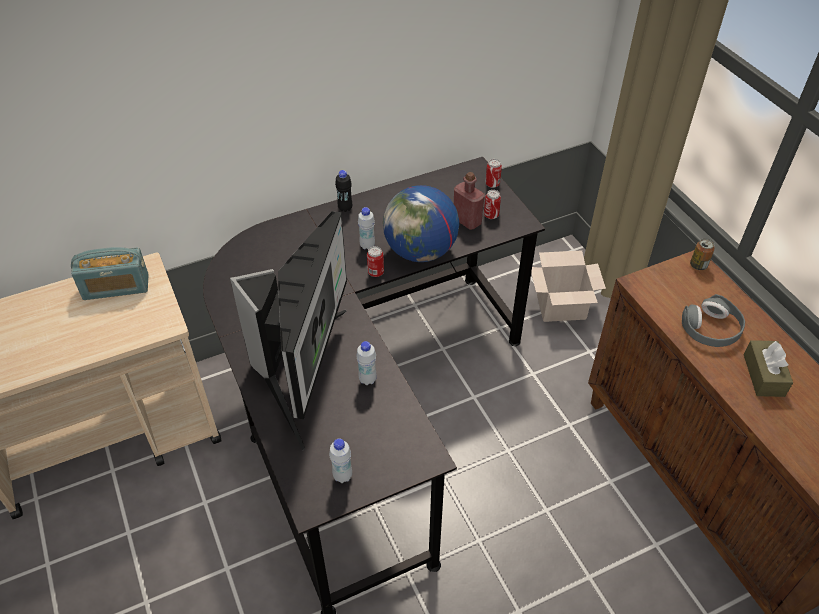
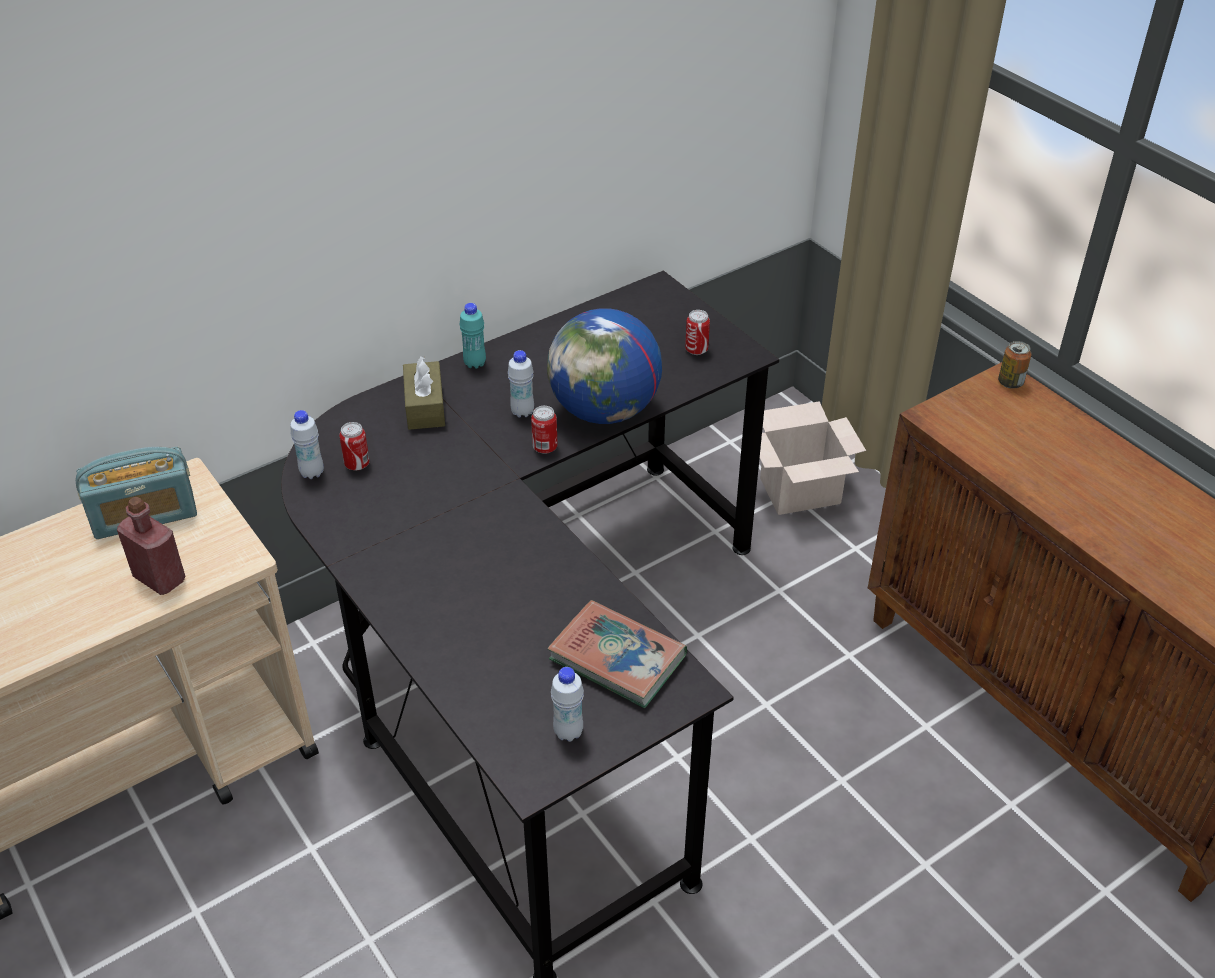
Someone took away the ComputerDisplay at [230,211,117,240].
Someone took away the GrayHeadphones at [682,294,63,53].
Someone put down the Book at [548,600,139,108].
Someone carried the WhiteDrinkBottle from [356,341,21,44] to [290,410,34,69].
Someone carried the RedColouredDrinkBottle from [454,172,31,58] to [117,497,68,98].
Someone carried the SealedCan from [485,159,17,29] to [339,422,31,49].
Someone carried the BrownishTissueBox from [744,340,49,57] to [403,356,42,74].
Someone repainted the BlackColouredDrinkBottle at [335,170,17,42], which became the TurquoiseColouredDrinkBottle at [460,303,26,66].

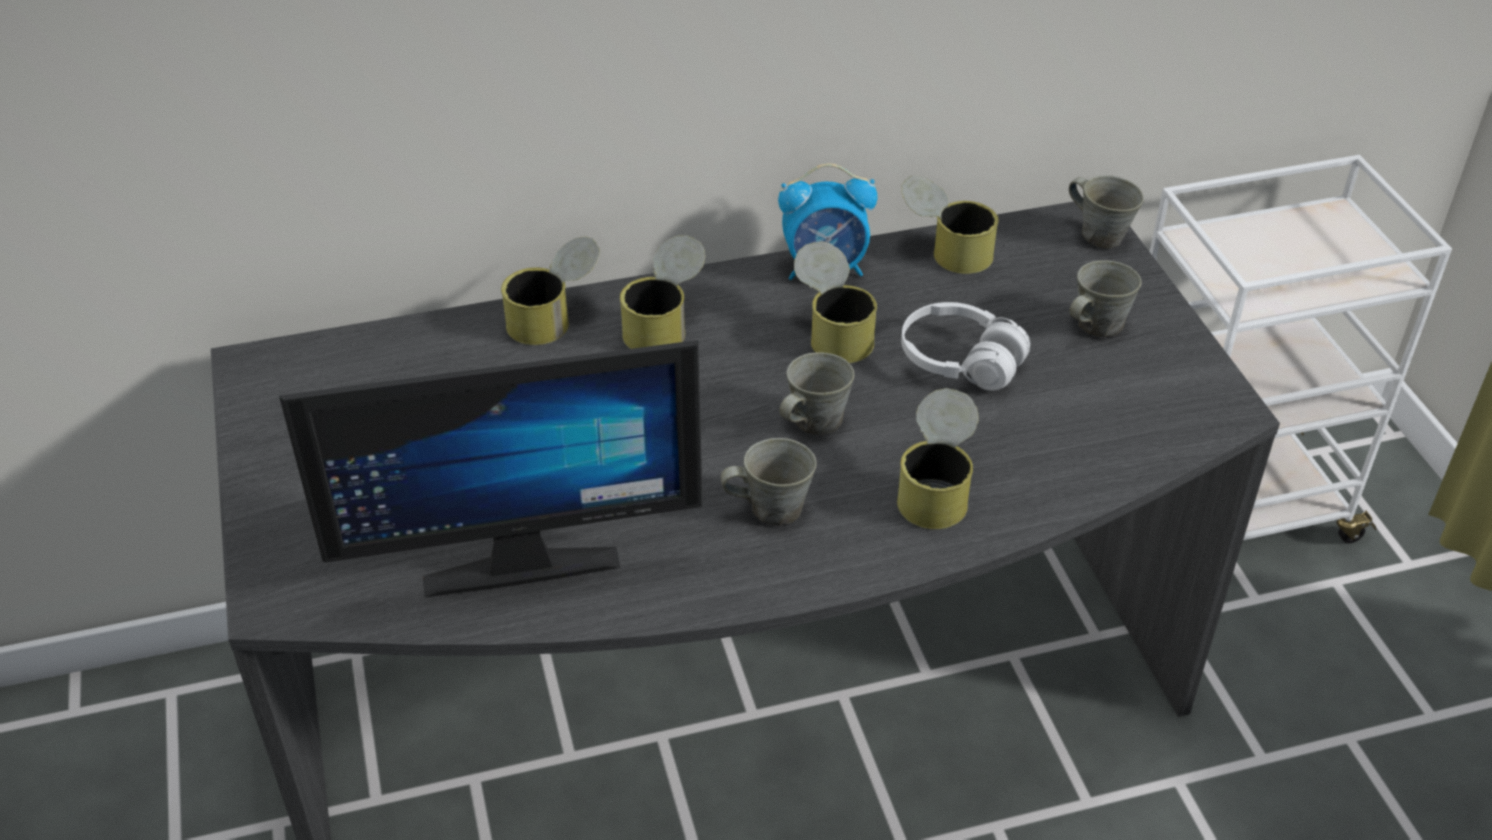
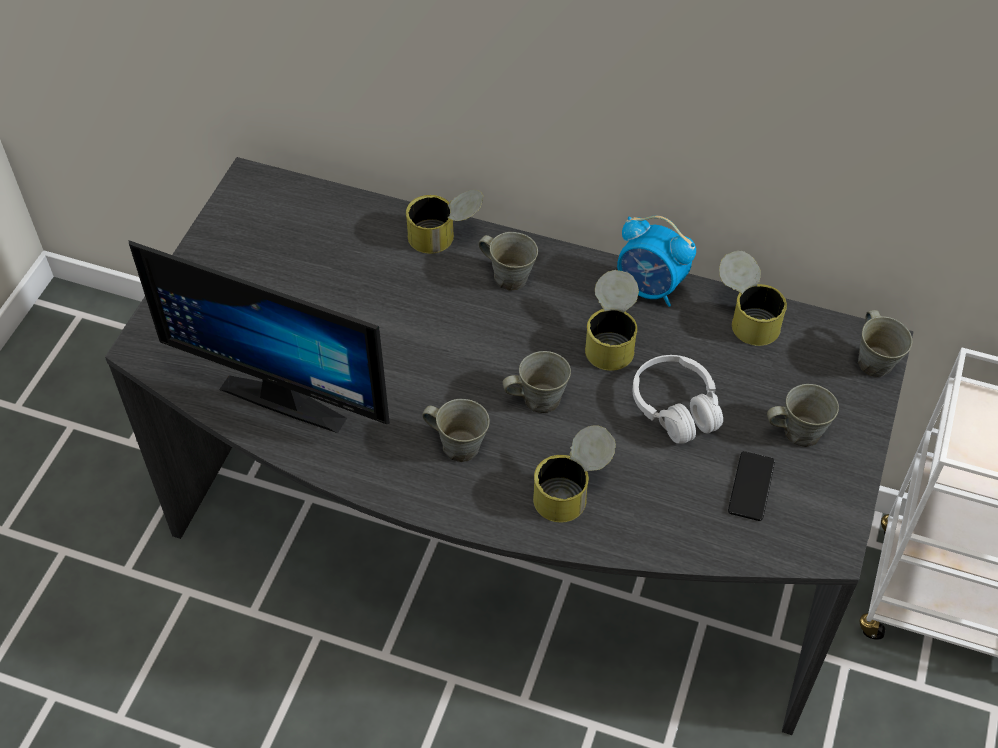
Someone put down the Telephone at [728,451,47,70].
Someone swapped the SealedCan at [620,235,85,114] for the GrayMug at [479,232,59,59].

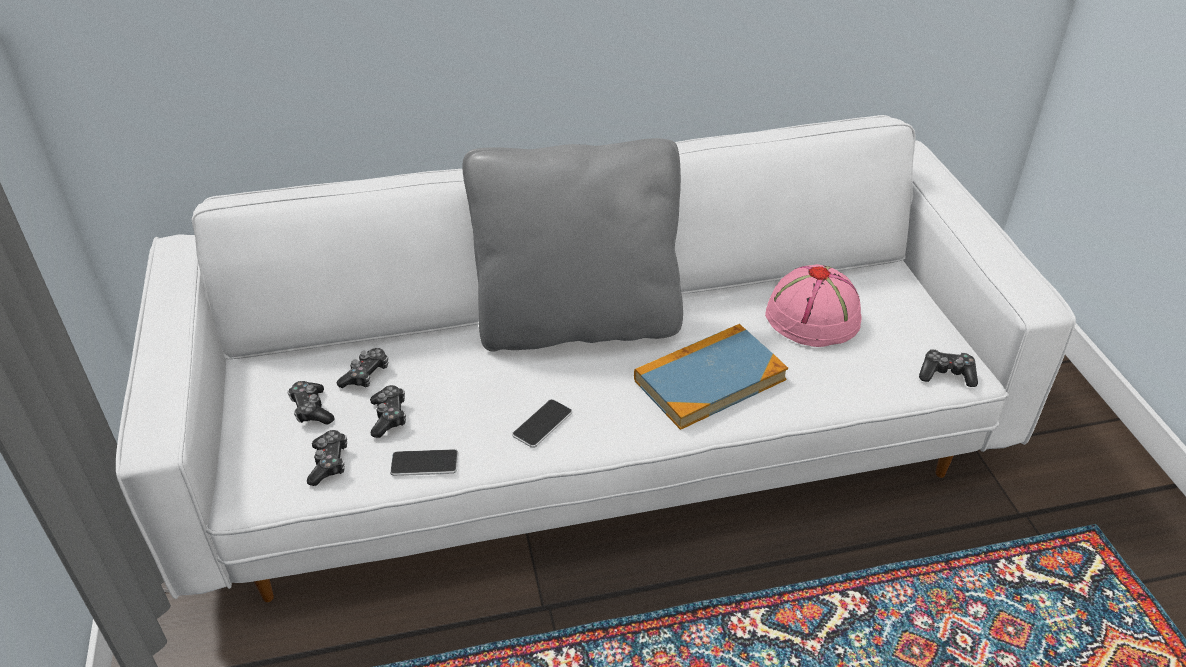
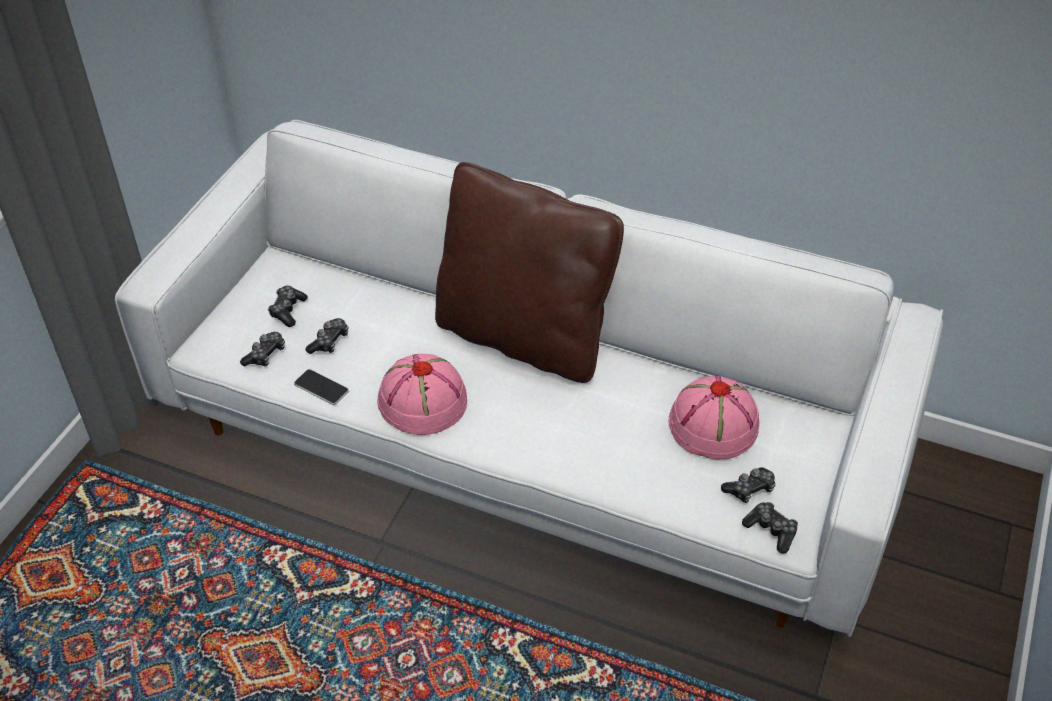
Someone took away the Book at [634,324,154,106].
Someone carried the GameController from [337,348,51,40] to [721,467,54,36].
Someone swapped the Telephone at [512,399,60,49] for the PinkishWearableHat at [377,354,90,81].
Someone repainted the GrayPillow at [463,138,220,214], which became the BrownishPillow at [435,162,189,221].

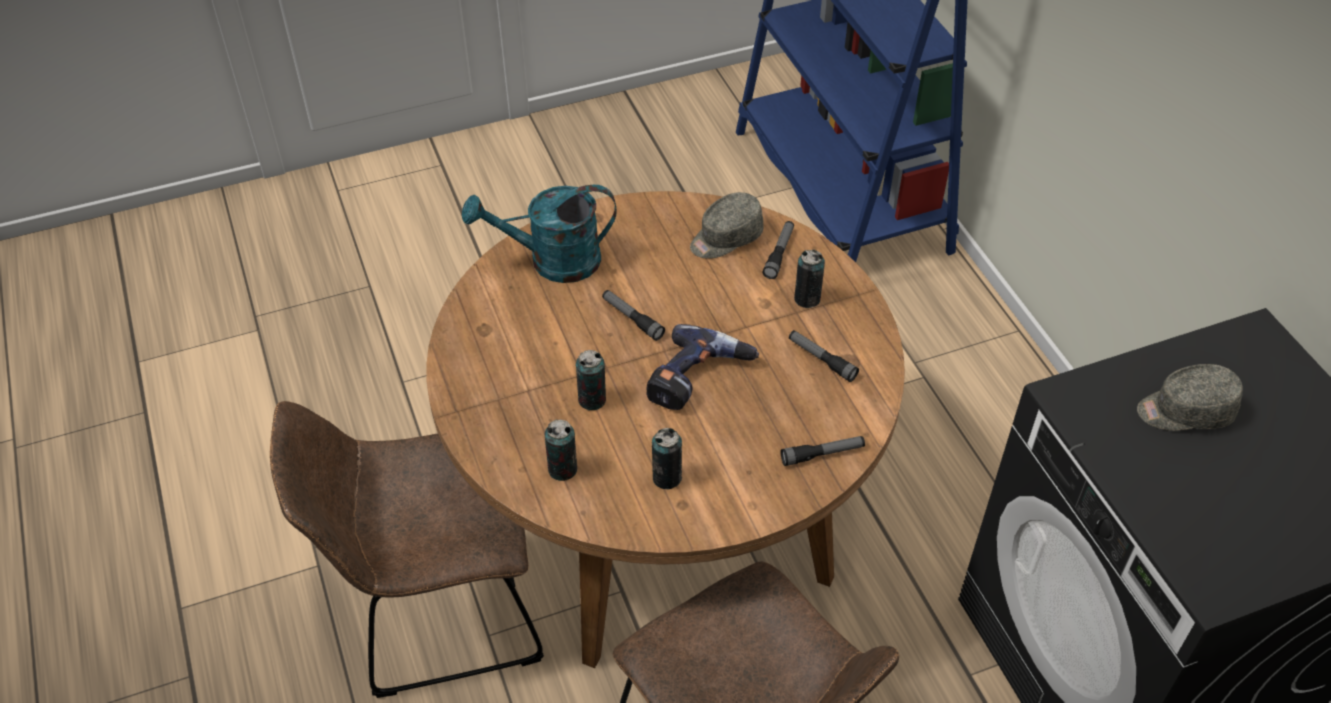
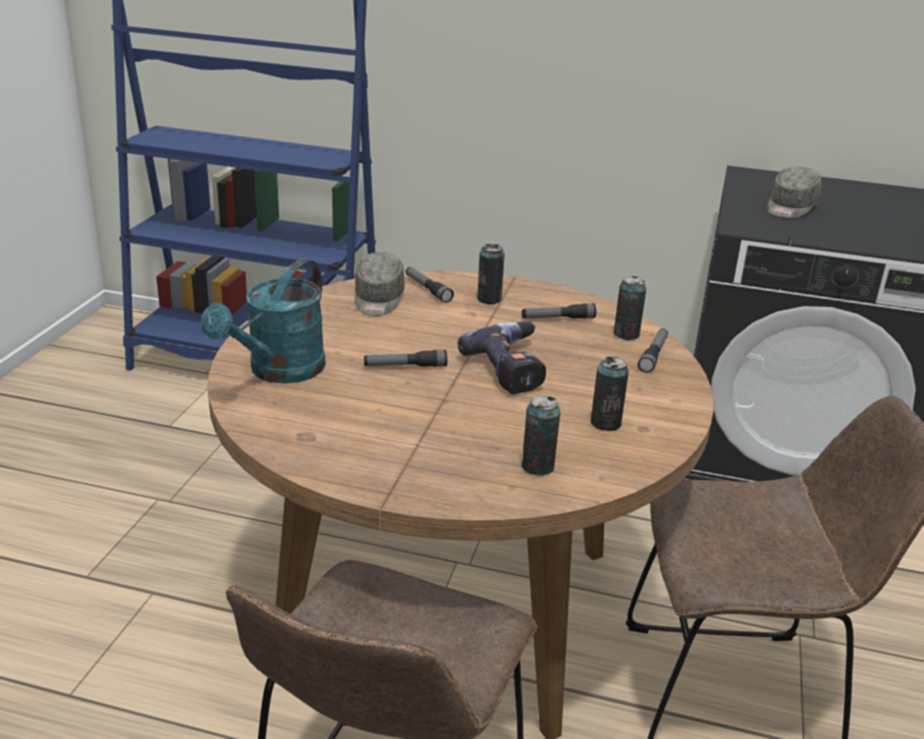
Someone carried the SealedCan from [575,350,31,60] to [614,276,32,64].

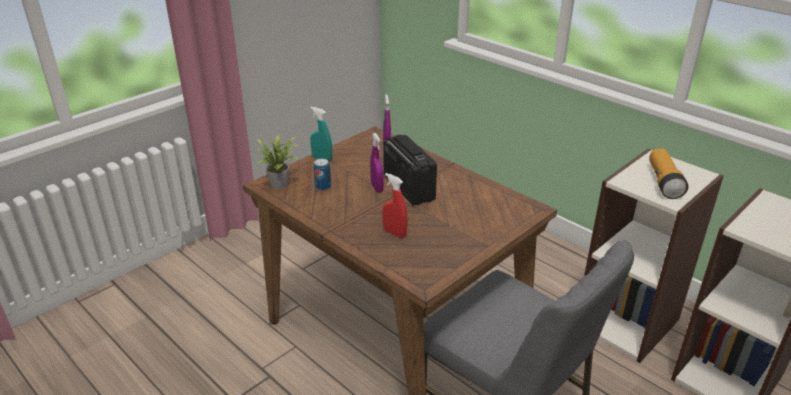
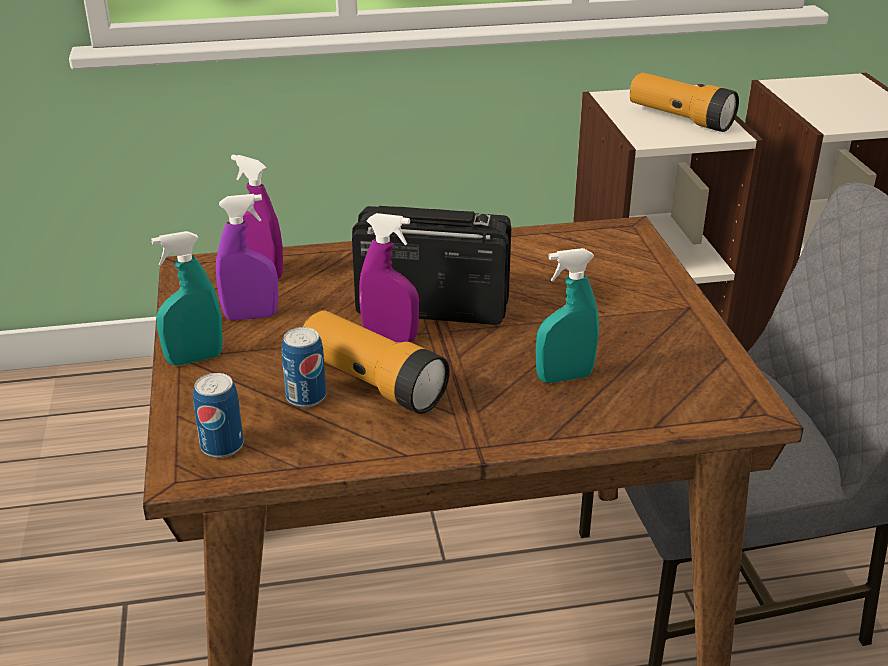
Someone put down the PurpleColouredSprayer at [216,194,63,127].
Someone put down the HandTorch at [303,310,147,104].
Someone swapped the Houseplant at [257,134,42,56] for the SealedCan at [193,373,51,85].
Someone repainted the RedColouredSprayer at [382,173,26,65], which became the TurquoiseColouredSprayer at [536,248,63,135].

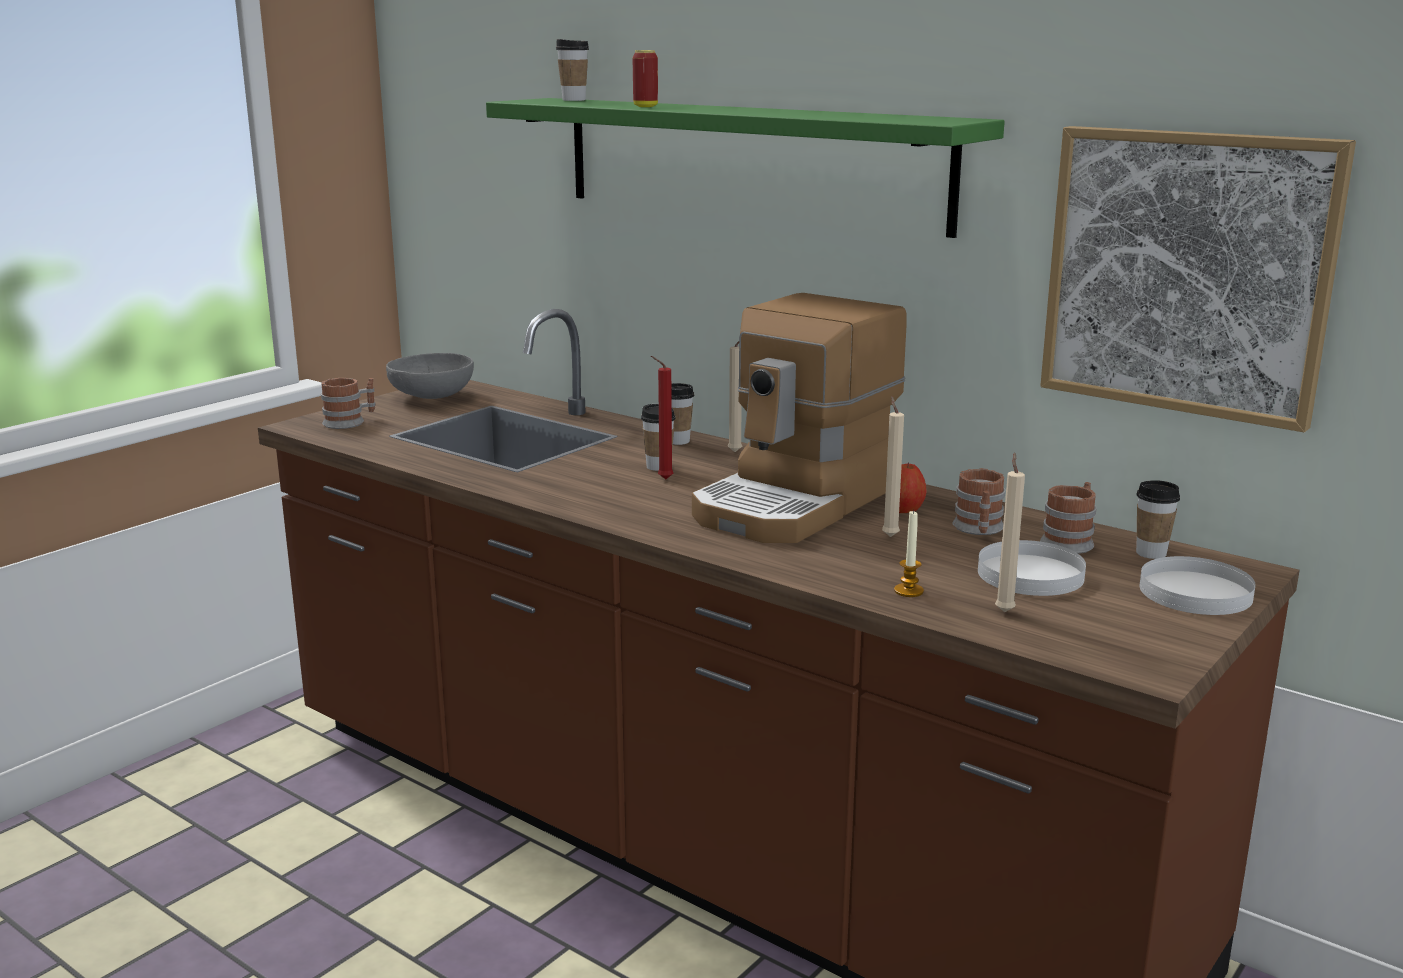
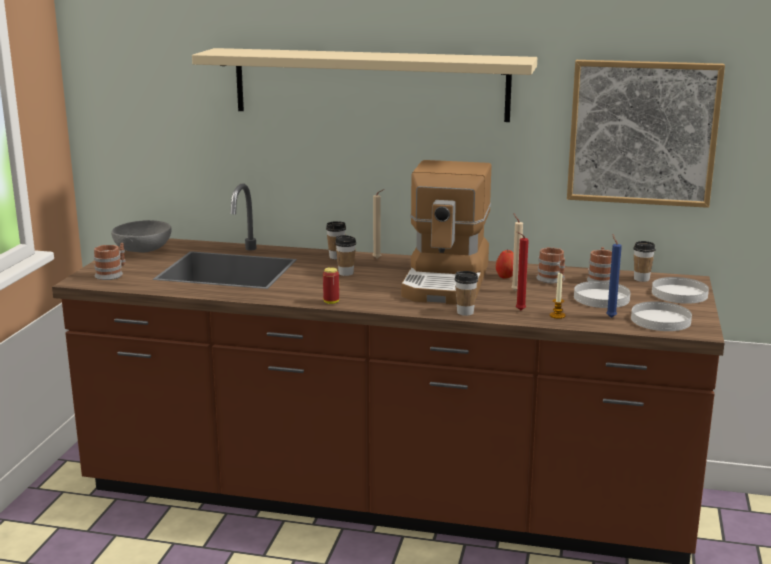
Someone put down the WhiteDinnerPlate at [631,302,61,29].
Someone carried the DrinkingCup from [556,39,33,62] to [455,271,23,45].
Someone carried the SealedCan from [633,50,25,57] to [323,267,16,37].
Someone carried the RedColouredCandle from [651,356,23,123] to [516,232,13,79].
Someone repainted the GreenishShelf at [486,98,519,140], which became the BeigeShelf at [192,48,345,74].
Someone repainted the BeigeCandle at [995,452,30,160], which became the BluishCandle at [606,234,16,84].

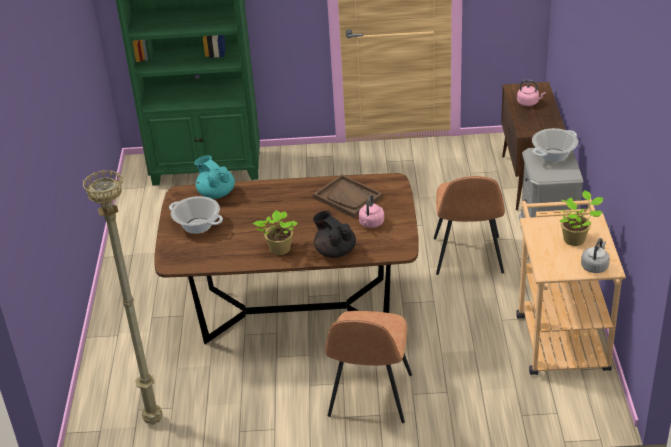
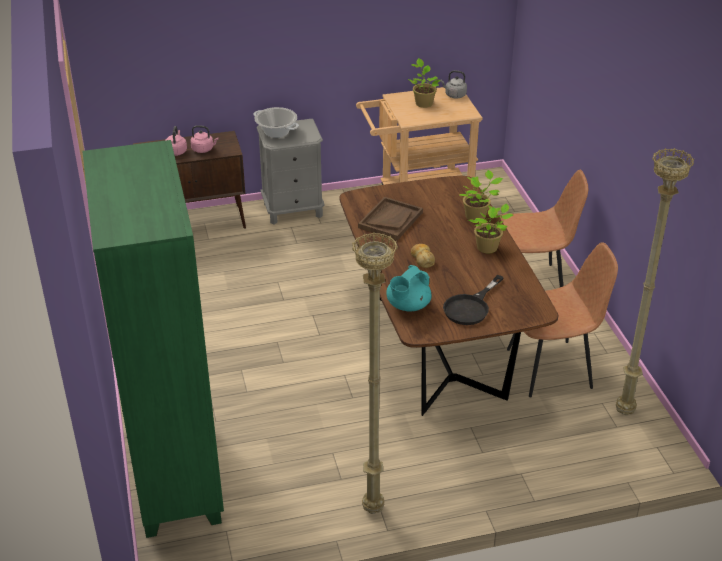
Someone put down the BeigeStandardLamp at [352,232,46,282].
Someone put down the Bread at [411,244,24,24].
Someone carried the PinkishKettle from [359,194,25,34] to [190,125,29,28].
Someone carried the BrownishUprightChair from [434,176,71,99] to [507,242,111,155].
Someone swapped the Stockpot at [169,196,54,38] for the BlackColouredPan at [443,275,61,50].
Someone swapped the BlackColouredTeaPot at [313,211,43,47] for the Houseplant at [459,170,44,52].

